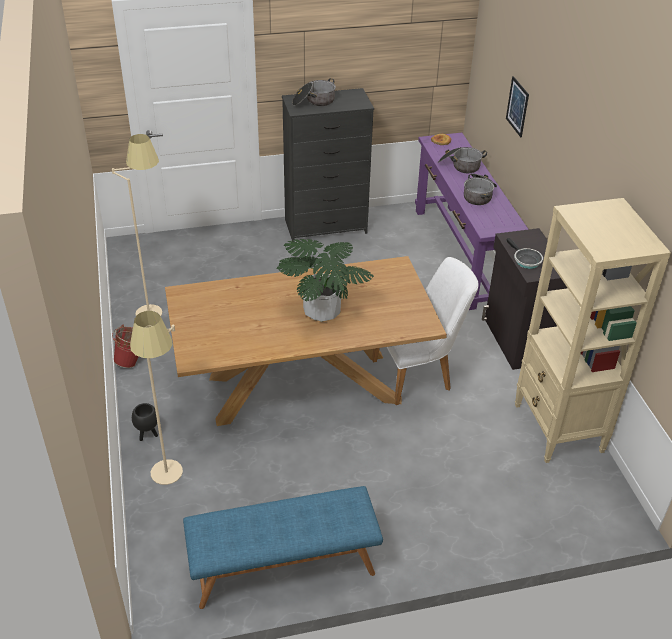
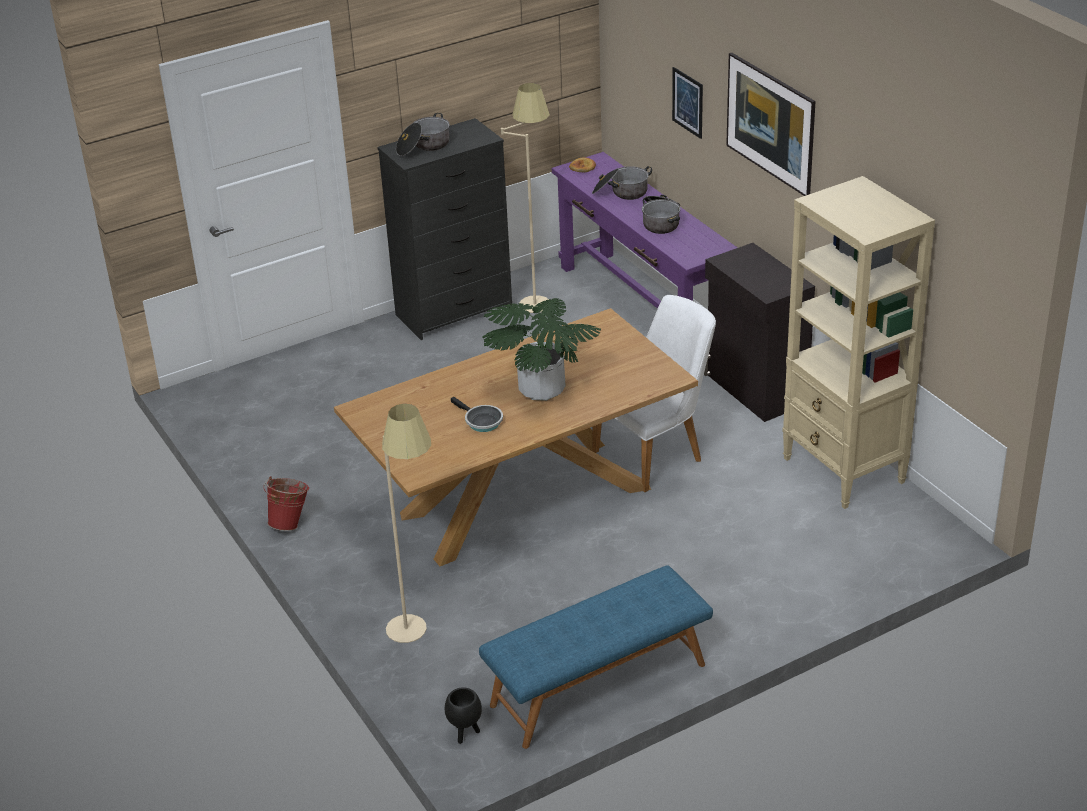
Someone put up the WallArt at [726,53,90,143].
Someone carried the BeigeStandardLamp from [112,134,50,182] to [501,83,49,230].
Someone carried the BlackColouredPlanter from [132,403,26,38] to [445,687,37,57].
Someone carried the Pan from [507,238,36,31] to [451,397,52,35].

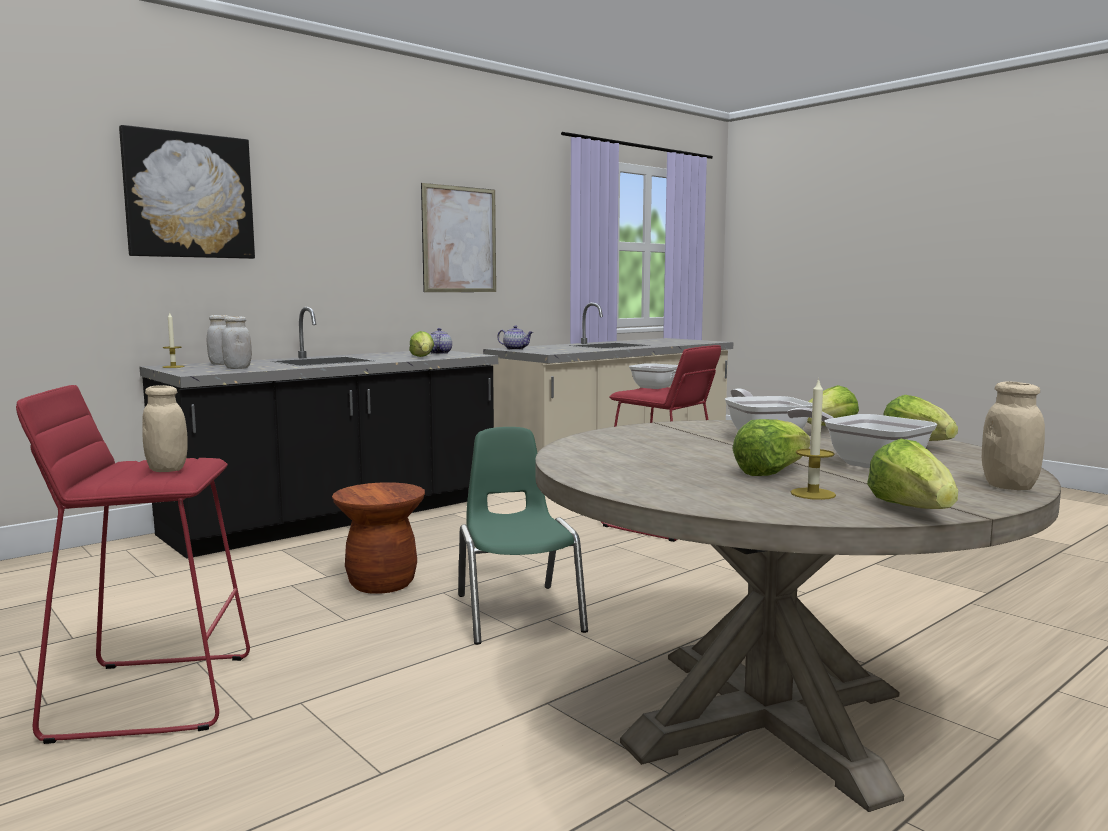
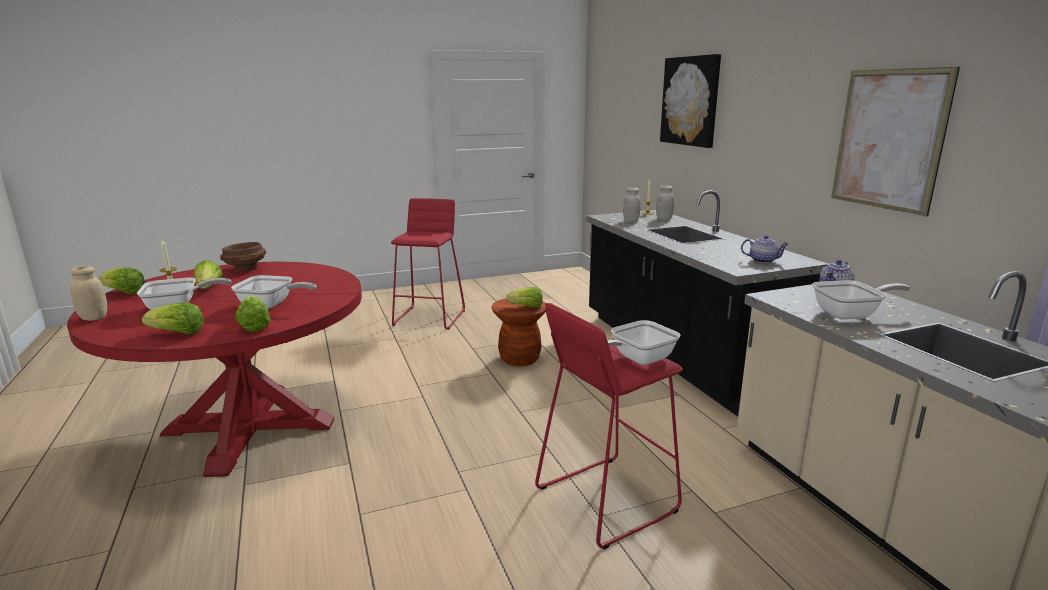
Someone took away the BeigePreserveJar at [142,385,46,87].
Someone took away the GreenishUprightChair at [458,427,130,218].
Someone put down the BrownishServingBowl at [220,242,46,29].
Someone put down the Pan at [813,280,97,39].
Someone carried the Lettuce from [409,331,25,26] to [506,287,37,21].
Someone repainted the BeigeDinnerTable at [535,420,526,392], which became the RedColouredDinnerTable at [67,262,295,215].

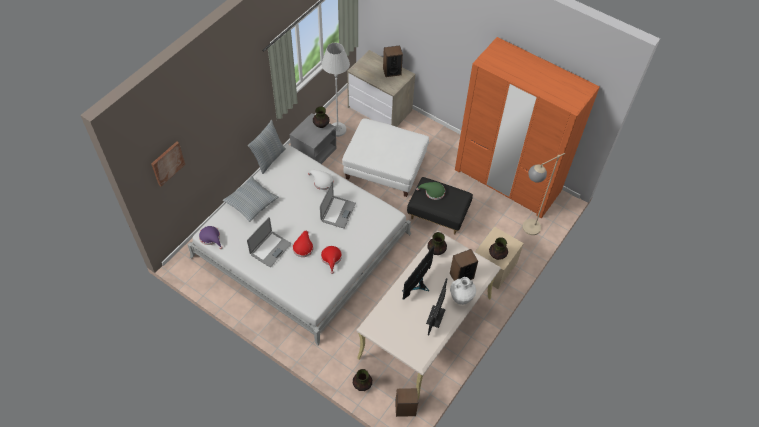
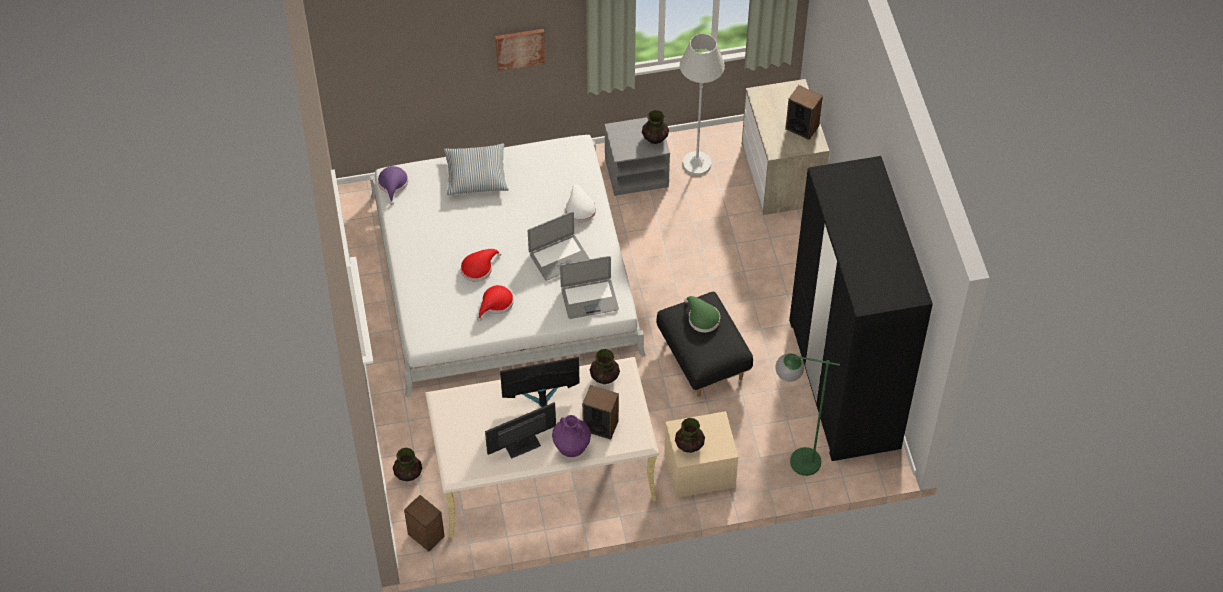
Someone took away the Pillow at [248,120,38,54].
Someone took away the WhiteOttoman at [342,118,87,79].
Someone carried the WallArt from [151,142,34,44] to [495,29,50,42].
Someone carried the PortableComputer from [247,217,44,50] to [560,256,59,63].
Someone repainted the WhiteDecorativeVase at [450,277,26,28], which became the PurpleColouredDecorativeVase at [552,415,39,42].
Someone repainted the OrangeColouredWardrobe at [455,37,145,181], which became the BlackColouredWardrobe at [789,156,144,305].
Someone repainted the BeigeStandardLamp at [522,153,43,82], which became the GreenishStandardLamp at [775,353,65,123].

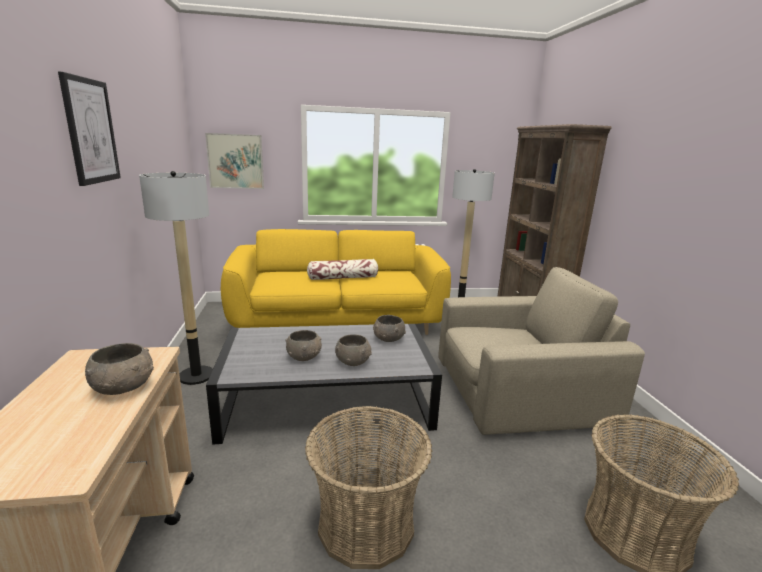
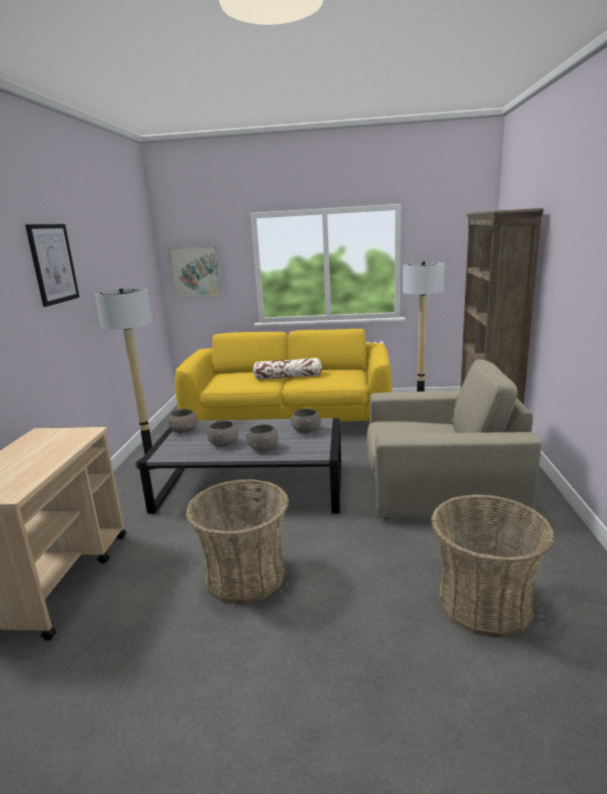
Someone carried the GrayServingBowl from [85,343,69,52] to [168,409,30,24].

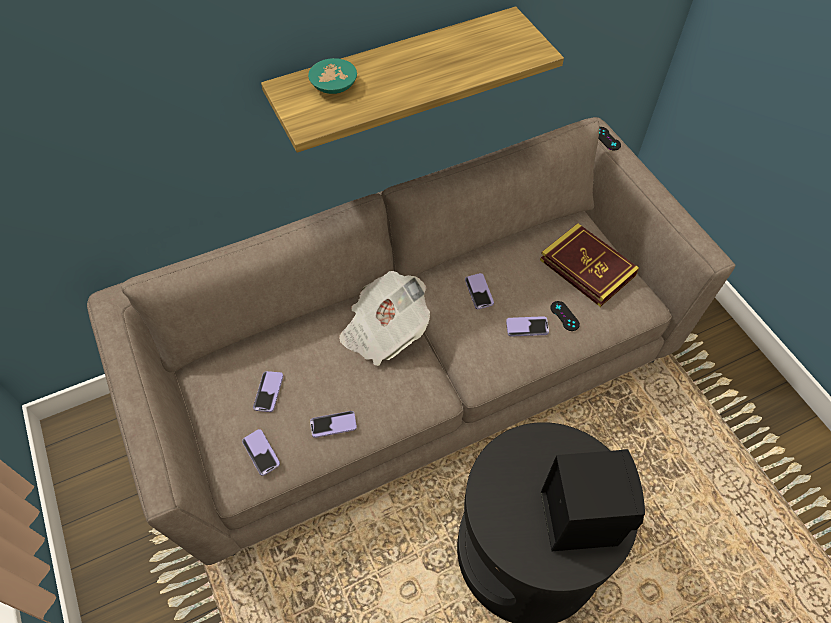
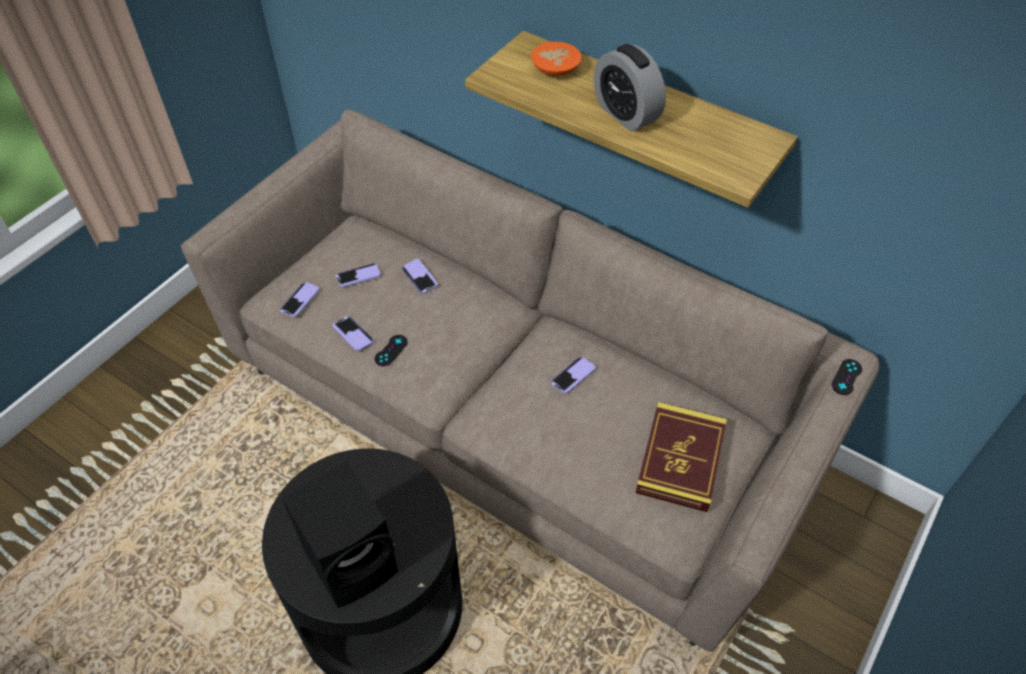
Someone took away the Newspaper at [339,271,91,95].
Someone put down the AlarmClock at [594,44,72,87].
Someone carried the Telephone from [506,316,43,21] to [402,259,36,35].
Someone carried the BlackColouredGameController from [550,301,30,30] to [375,335,33,31].
Someone repainted the TurquoiseColouredServingBowl at [308,58,49,36], which became the OrangeColouredServingBowl at [531,42,51,34].

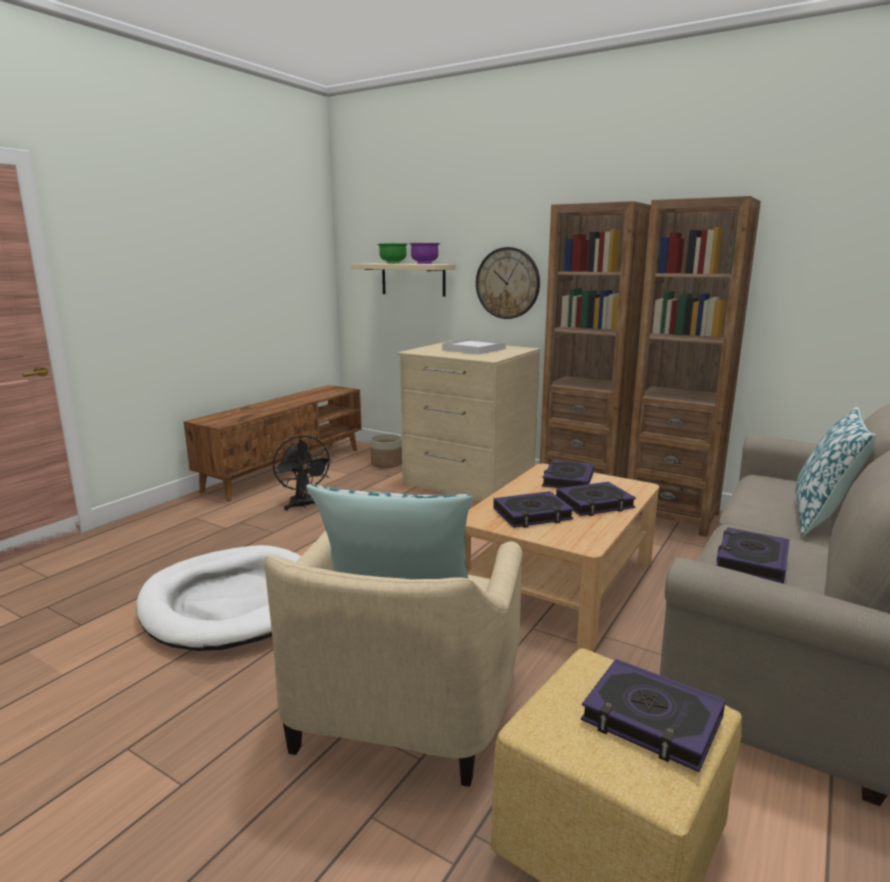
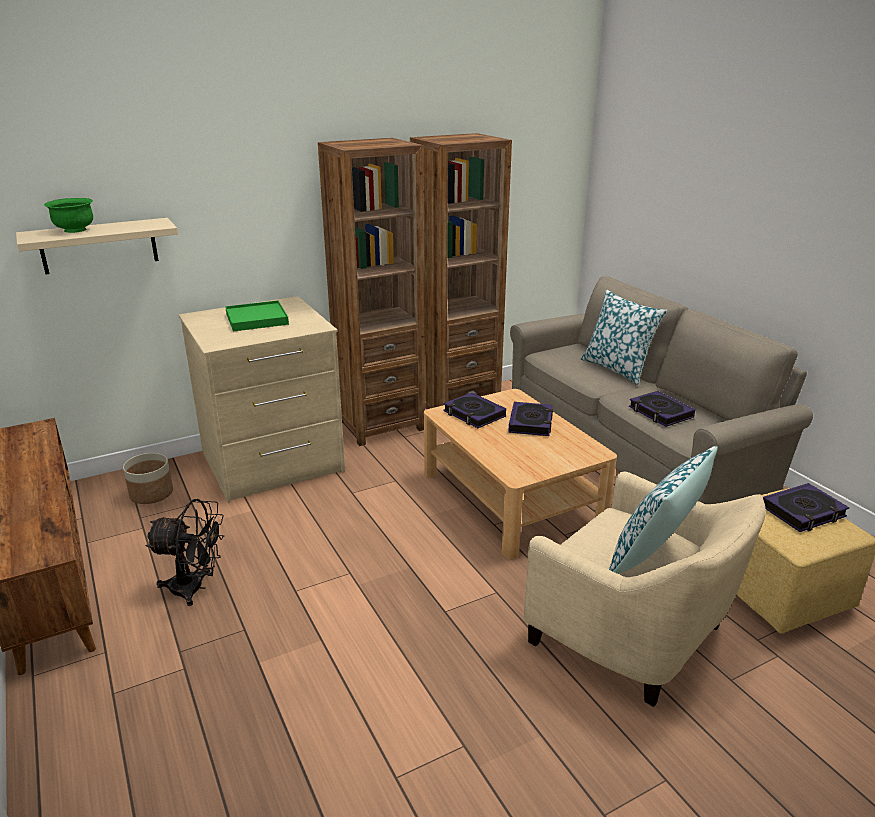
Someone took away the WhiteDogCushion at [136,545,165,106].
Someone took away the PurpleColouredServingBowl at [409,243,31,21].
Someone took away the HangingClock at [476,247,64,72].
Someone took away the Book at [493,491,81,37].
Someone repainted the WhiteCarryingTray at [442,338,64,16], which became the GreenishCarryingTray at [225,300,64,31].

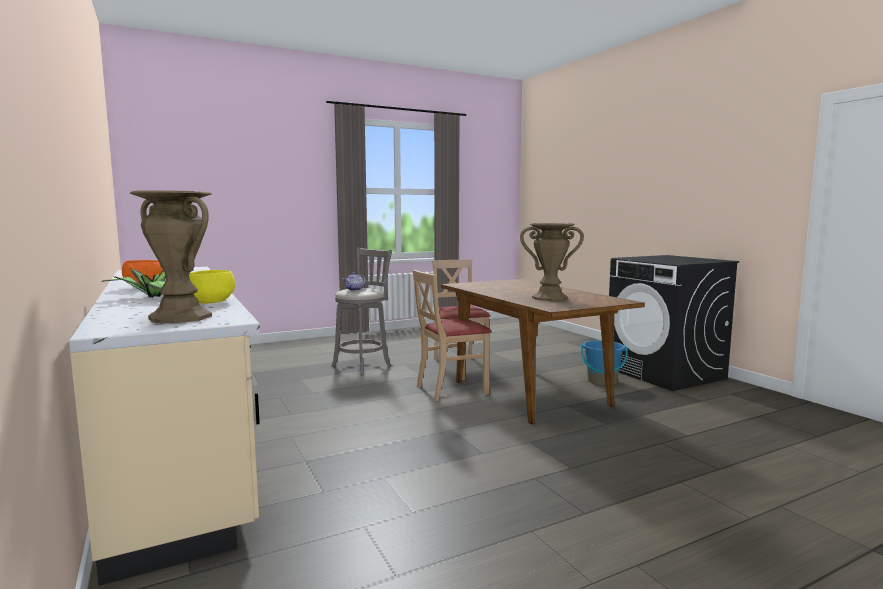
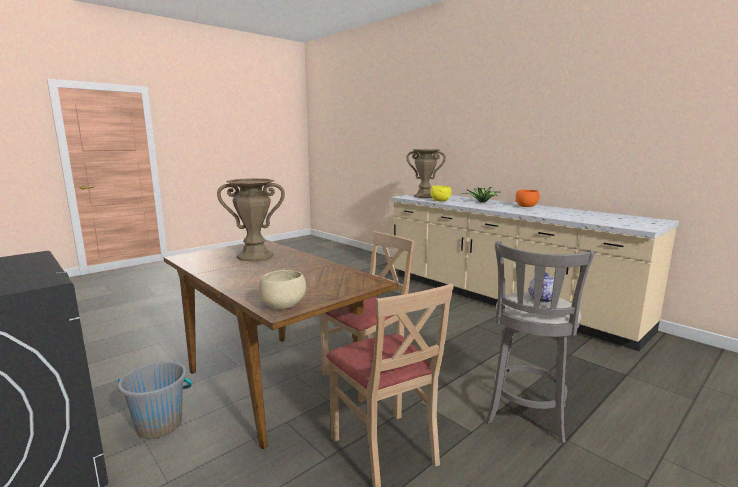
Someone put down the BeigeServingBowl at [259,270,47,39].
Someone repainted the BluishPail at [581,340,47,46], which became the GrayPail at [117,361,75,78].

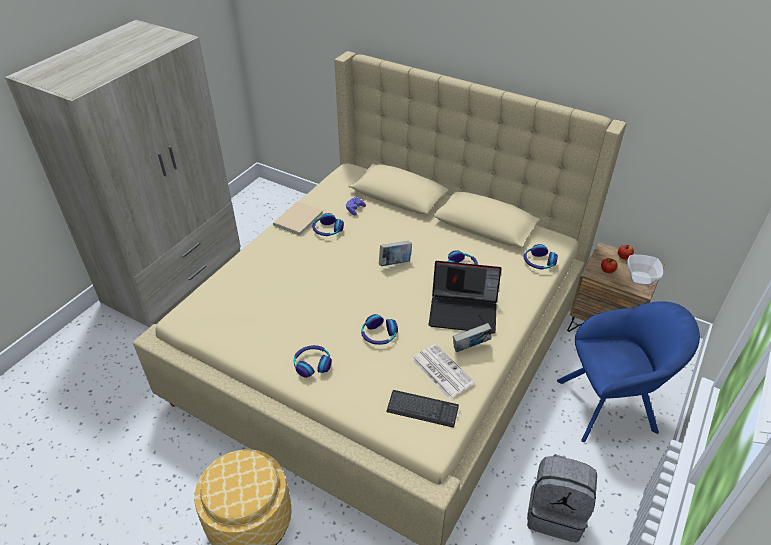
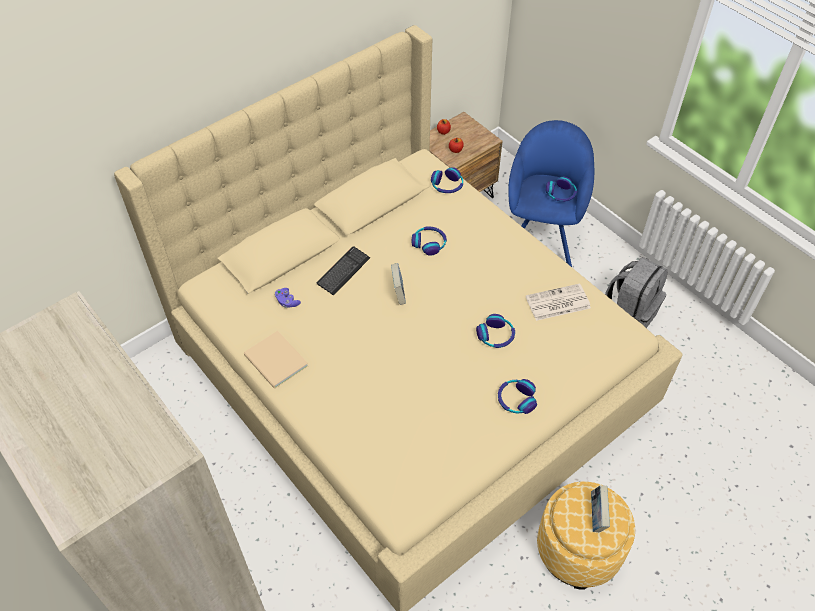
Someone took away the PortableComputer at [429,261,73,73].
Someone took away the ServingBowl at [627,255,36,30].
Someone carried the Headphones from [312,213,32,23] to [546,177,31,25].
Someone carried the Keyboard from [386,390,73,38] to [316,246,54,50].
Someone carried the Book from [453,323,38,29] to [591,485,19,47].

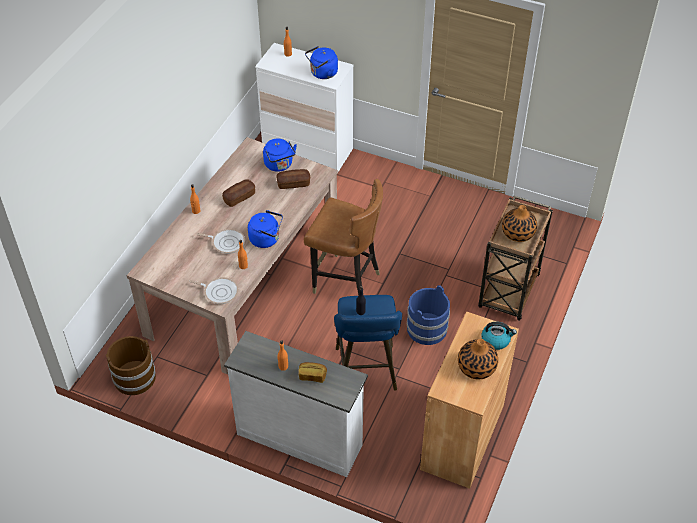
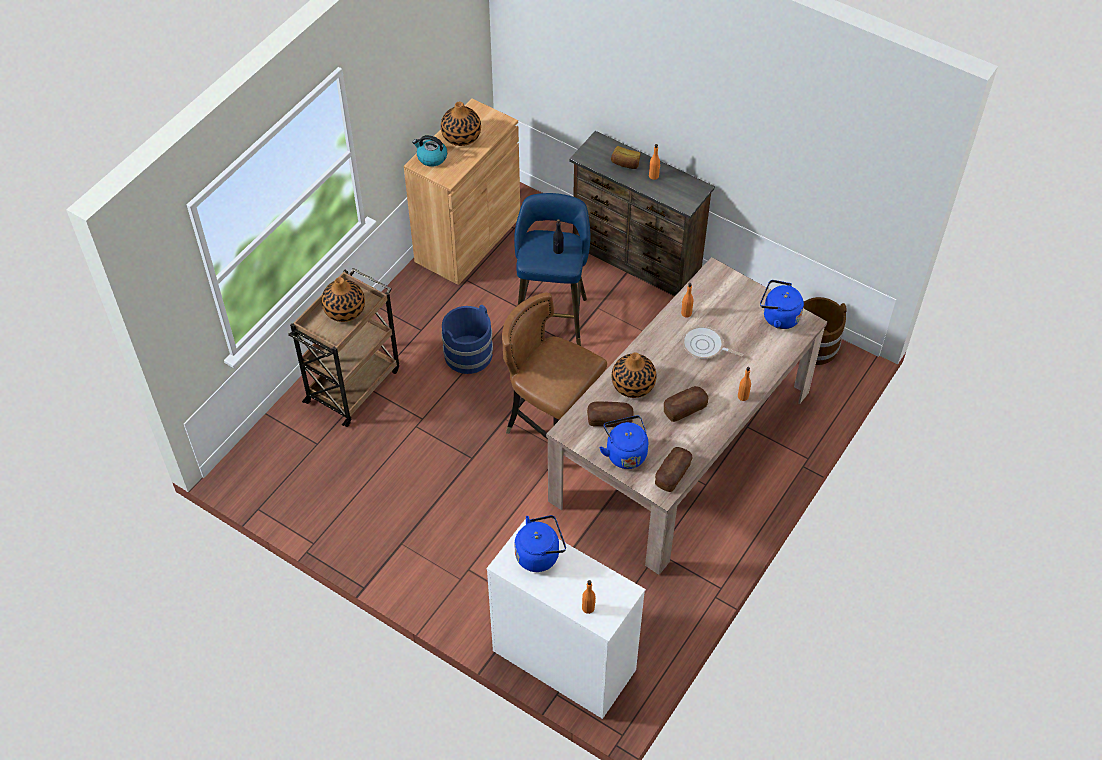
Someone took away the Pan at [189,277,50,27].
Someone put down the DecorativeVase at [612,352,45,46].
Someone put down the Bread at [655,447,37,45].
Someone carried the BluishKettle from [248,210,35,38] to [760,280,44,49].
Someone repainted the WhiteDrawerChest at [224,331,144,146], which became the BrownishDrawerChest at [569,131,146,165].

